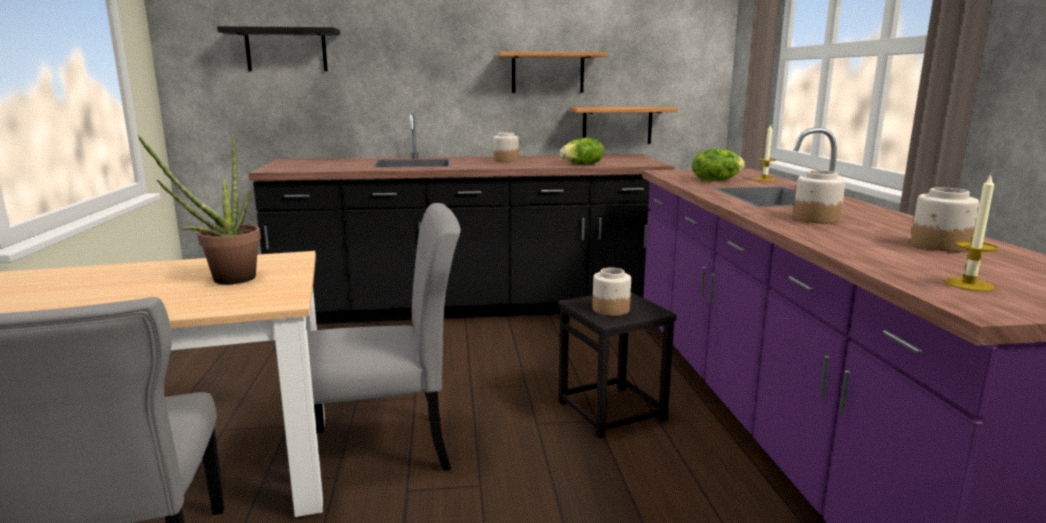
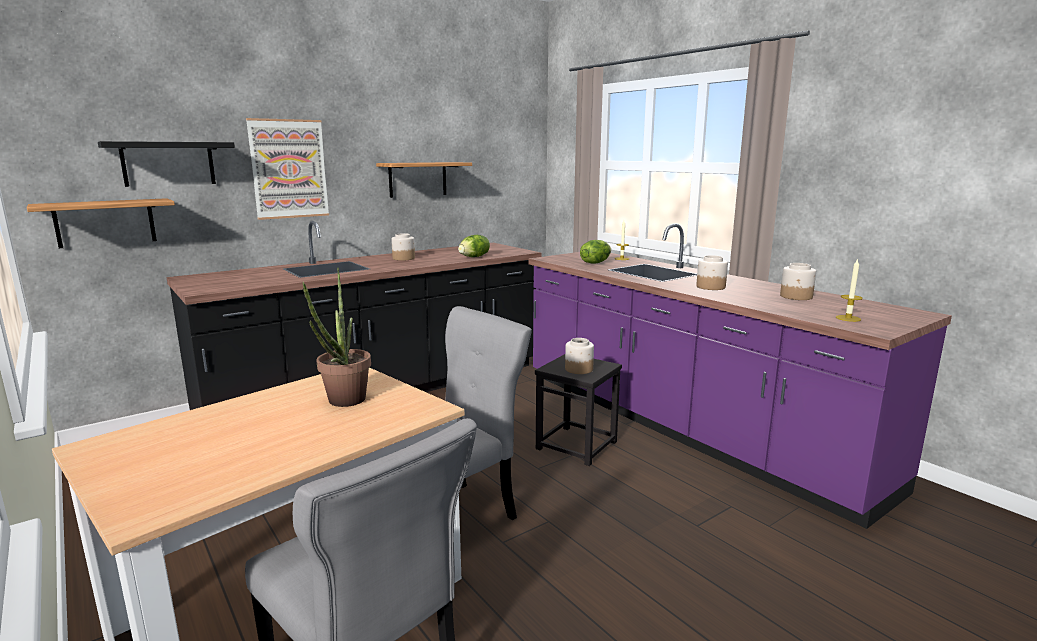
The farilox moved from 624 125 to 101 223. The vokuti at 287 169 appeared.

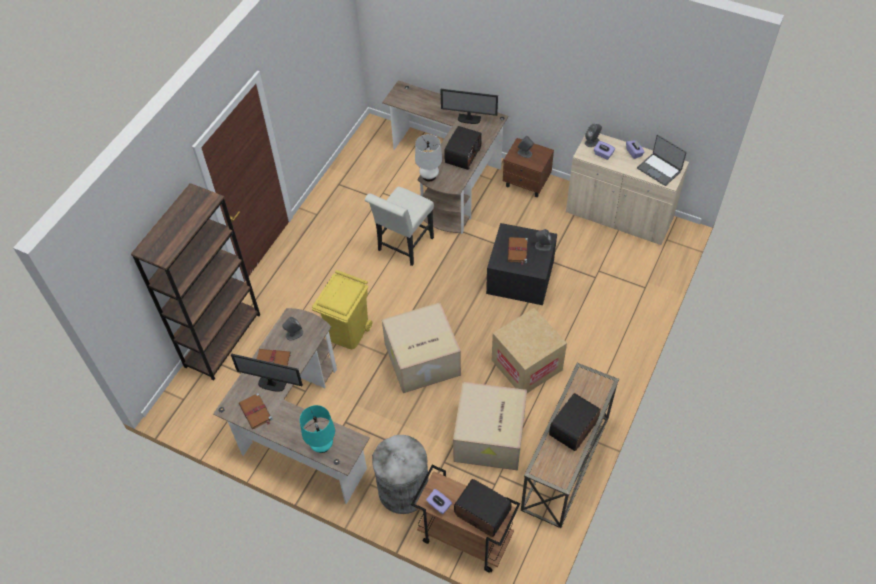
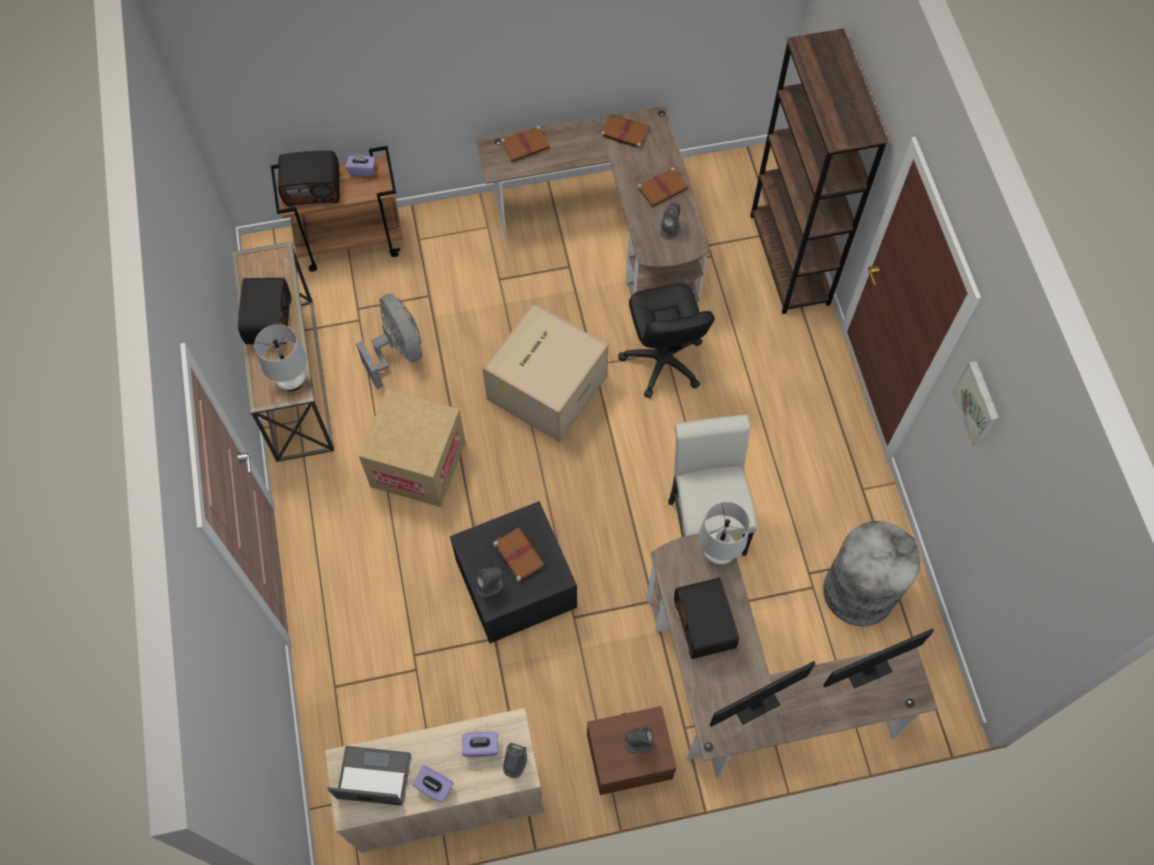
The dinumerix moved from 267 372 to 878 658. The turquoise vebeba at 317 429 was replaced by the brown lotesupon at 525 144. The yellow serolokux at 342 309 was replaced by the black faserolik at 666 340. The grey serolokux moved from 400 474 to 871 573. The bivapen at 490 426 was replaced by the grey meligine at 389 341. The white vebeba at 280 357 appeared. The vokuti at 975 404 appeared.

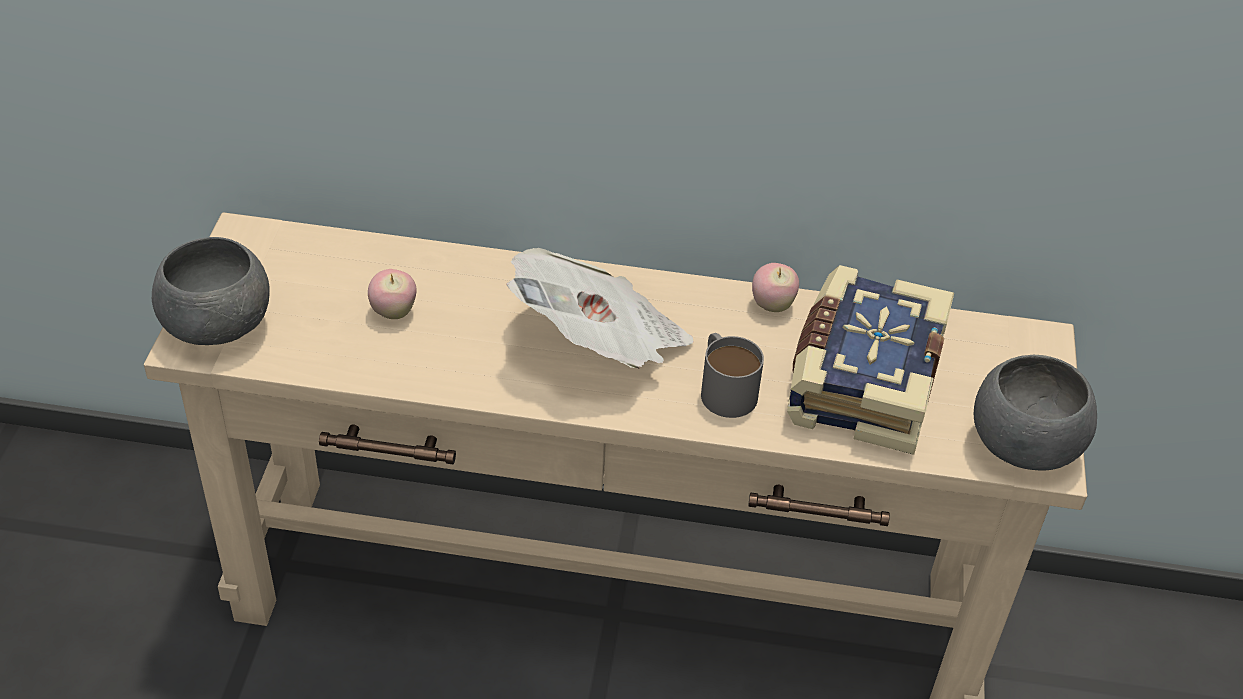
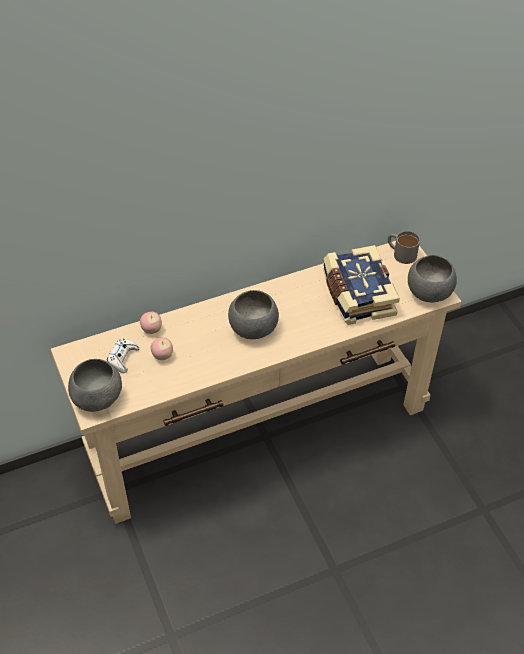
The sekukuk at 600 308 was replaced by the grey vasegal at 253 314. The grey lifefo moved from 732 375 to 404 247. The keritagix moved from 775 287 to 151 323. The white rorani at 123 356 appeared.

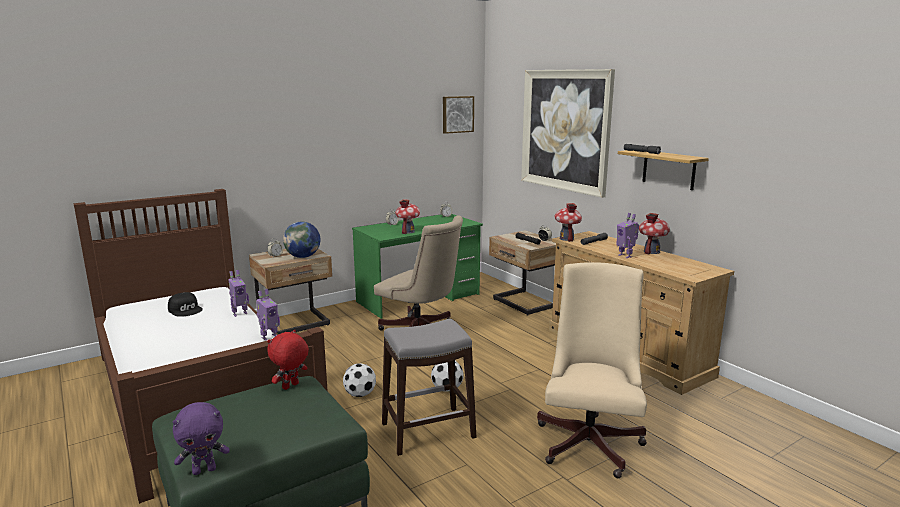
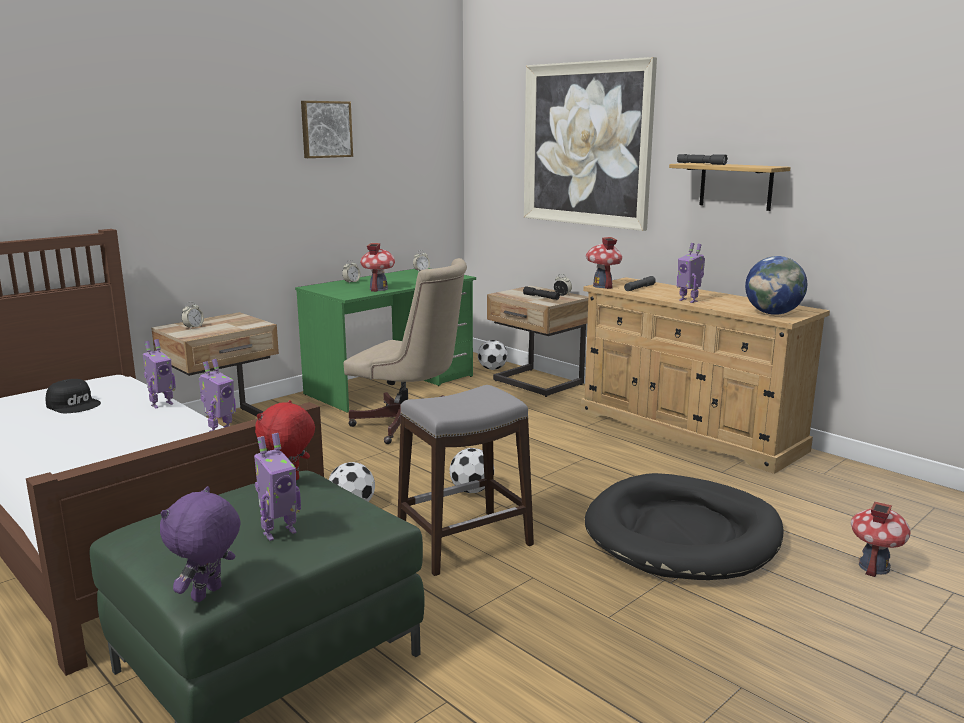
The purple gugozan at 201 438 turned 150 degrees clockwise. The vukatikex moved from 301 240 to 776 285. The vokuti moved from 458 115 to 327 129. The beige faserolik at 592 370 was replaced by the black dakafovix at 684 526. The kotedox moved from 654 233 to 880 539. The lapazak at 277 487 appeared. The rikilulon at 493 355 appeared.

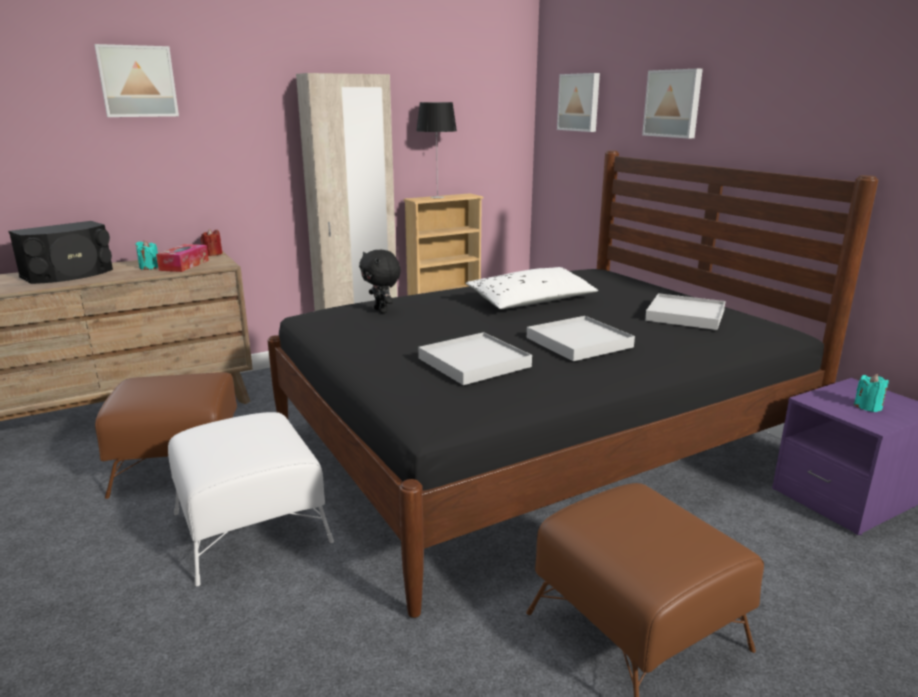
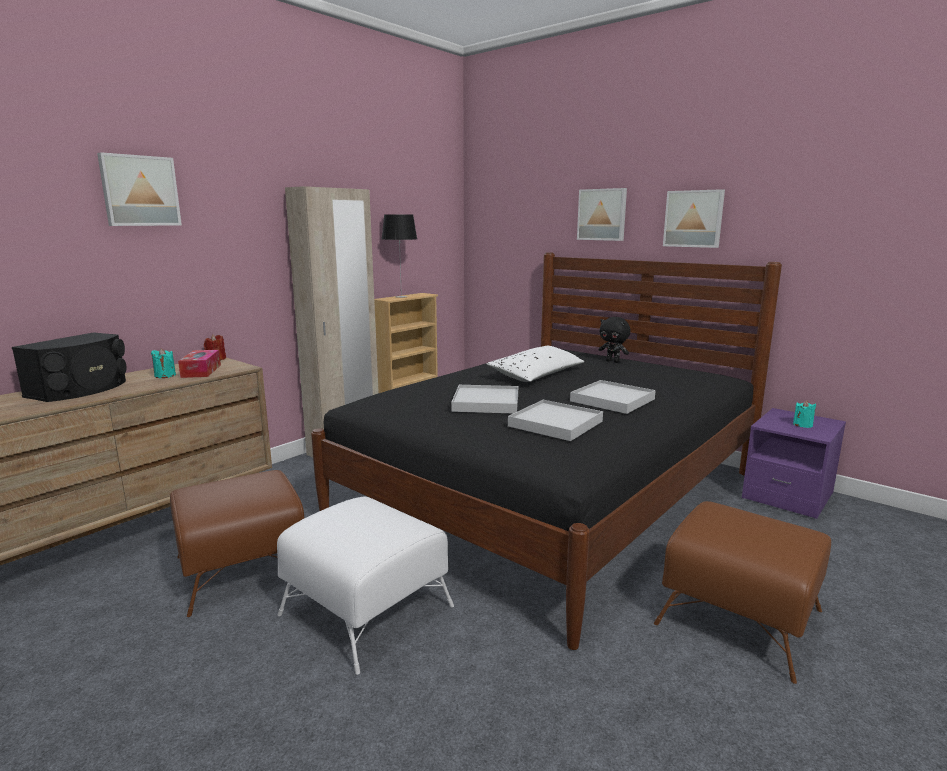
The black gugozan moved from 380 281 to 614 340. The vokuti moved from 578 102 to 694 218. The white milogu moved from 685 311 to 484 399.

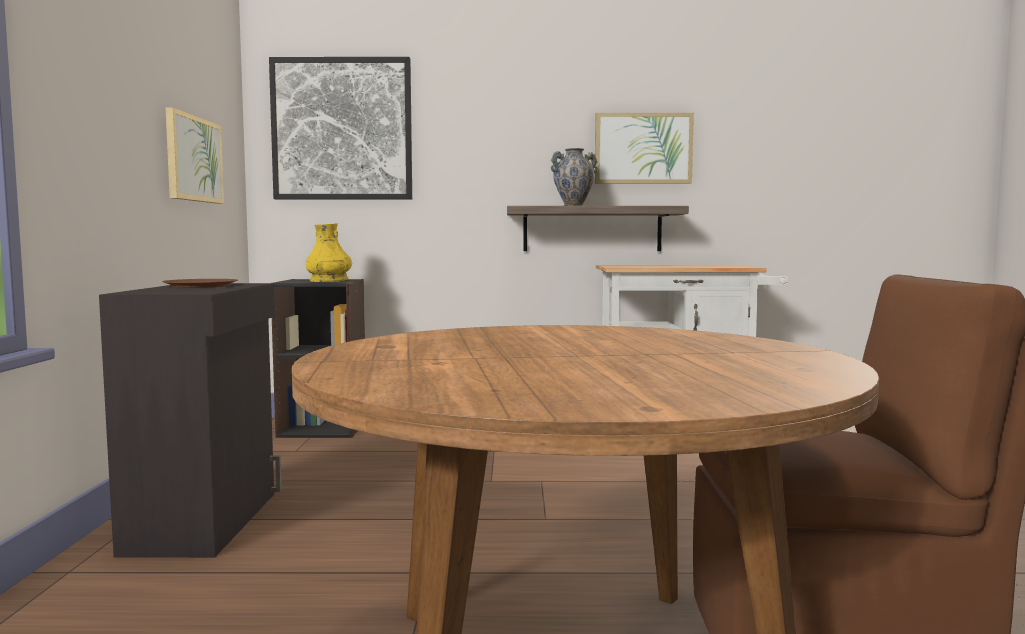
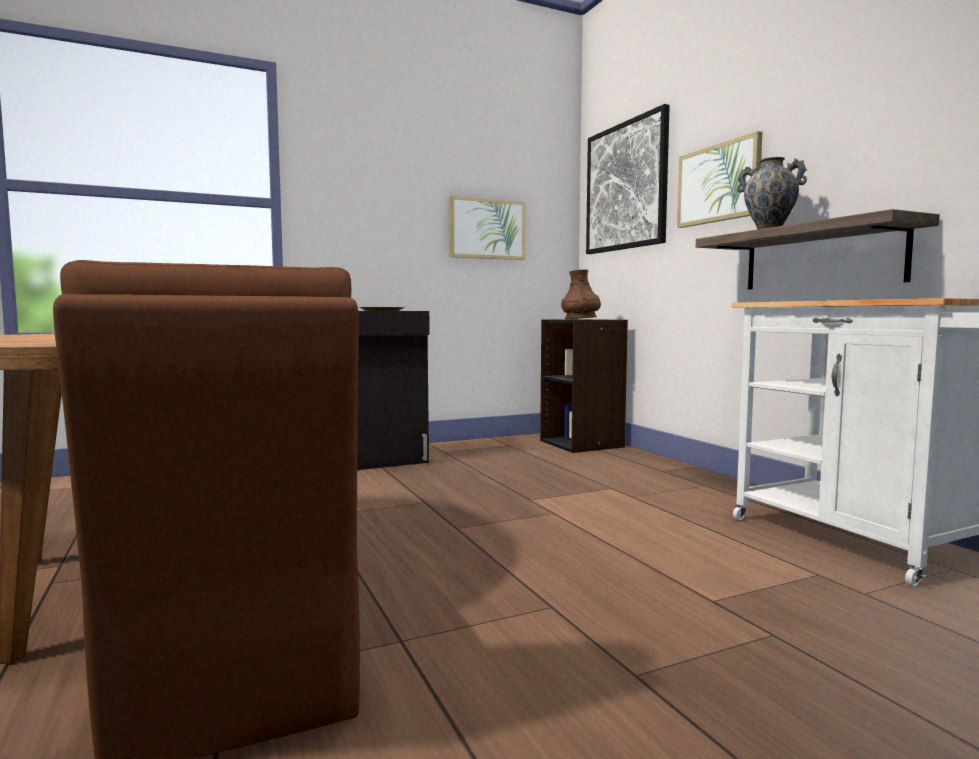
The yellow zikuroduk at 329 252 became the brown zikuroduk at 581 294. The vokuti moved from 644 148 to 719 179.

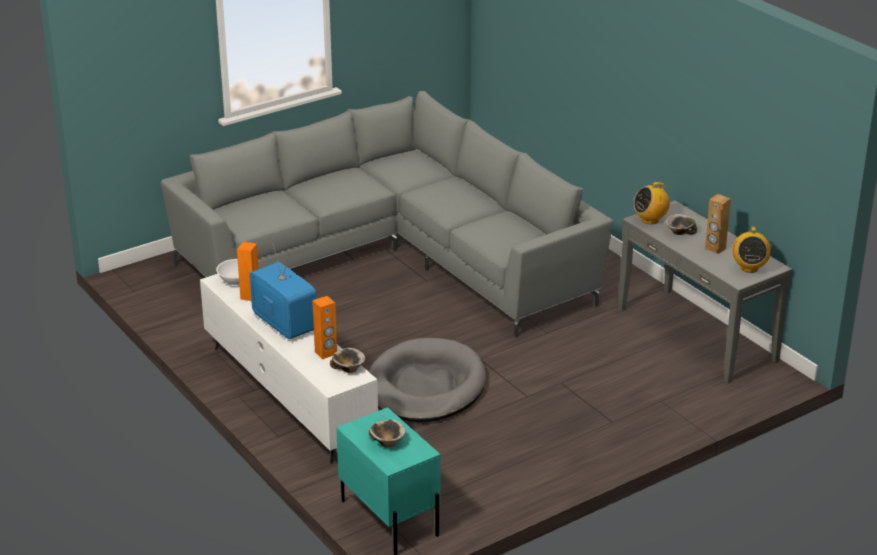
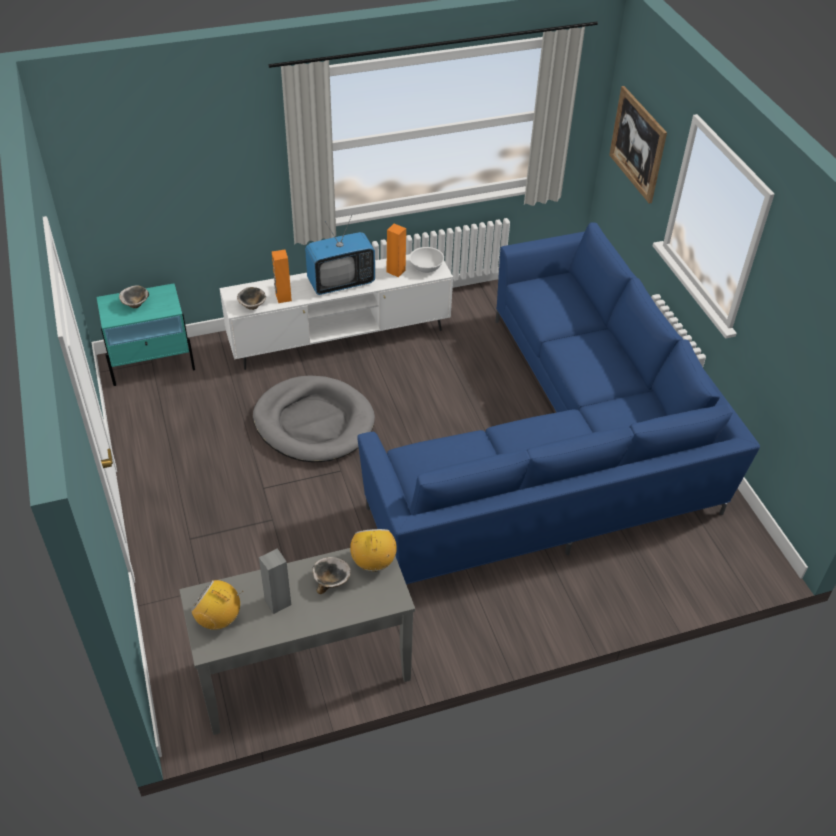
The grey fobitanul at 387 214 became the blue fobitanul at 558 403. The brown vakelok at 718 224 became the grey vakelok at 275 581. The vokuti at 638 145 appeared.

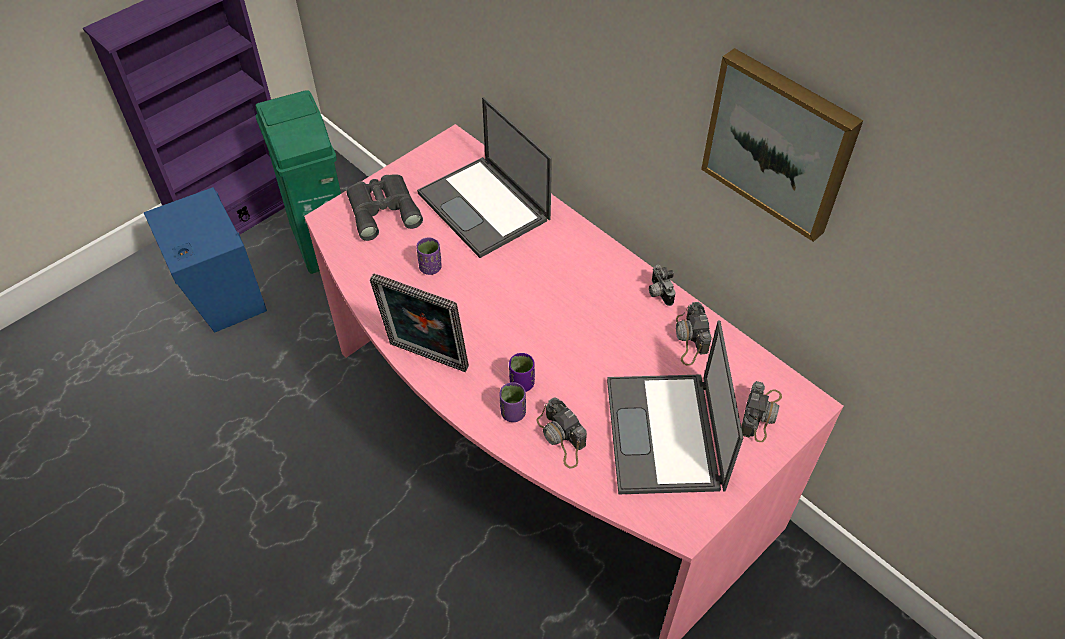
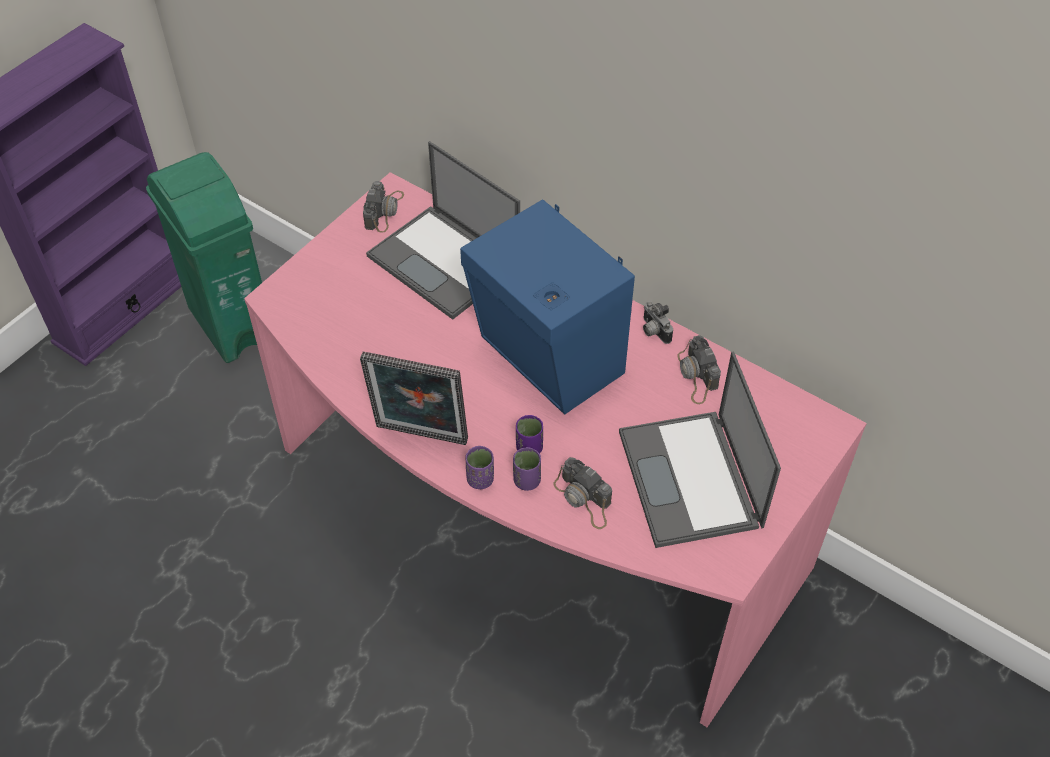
The blue vakelok moved from 205 260 to 547 307. The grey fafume at 384 207 disappeared. The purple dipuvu moved from 429 256 to 480 467. The vokuti at 782 145 disappeared. The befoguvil moved from 761 411 to 383 207.

